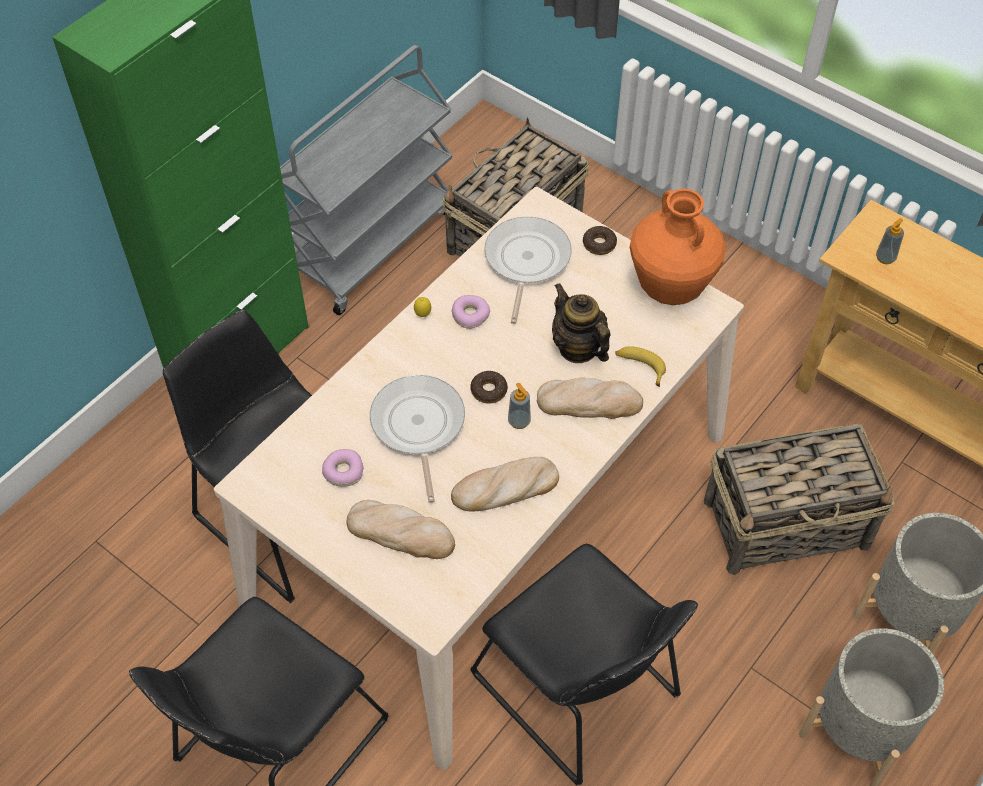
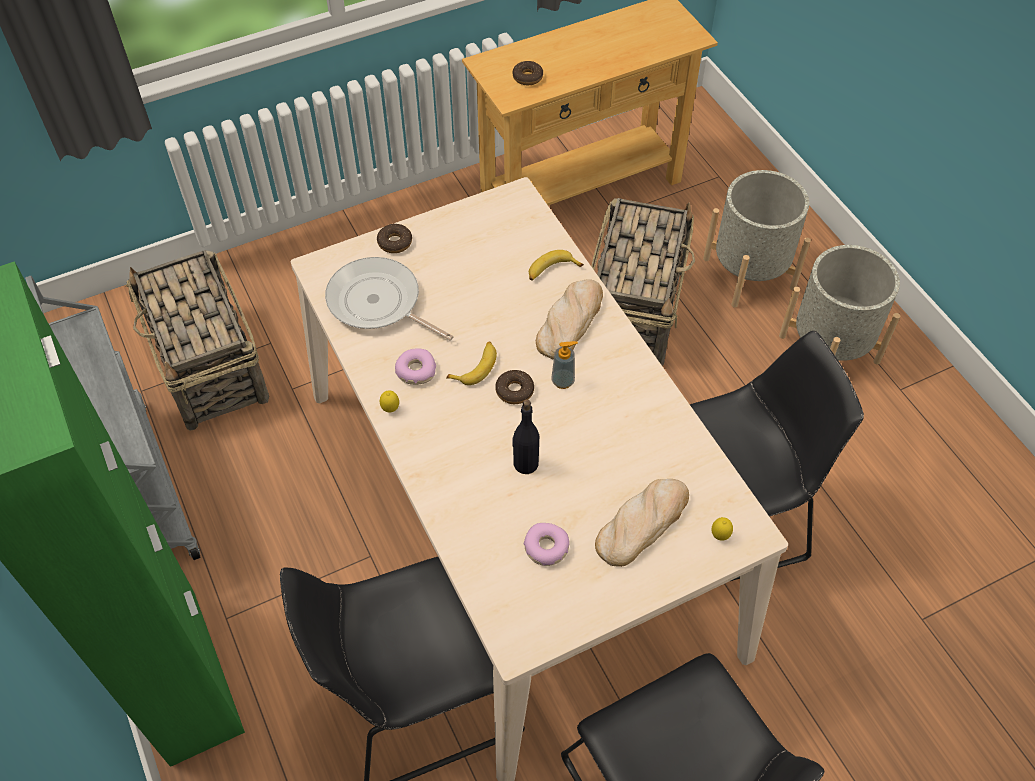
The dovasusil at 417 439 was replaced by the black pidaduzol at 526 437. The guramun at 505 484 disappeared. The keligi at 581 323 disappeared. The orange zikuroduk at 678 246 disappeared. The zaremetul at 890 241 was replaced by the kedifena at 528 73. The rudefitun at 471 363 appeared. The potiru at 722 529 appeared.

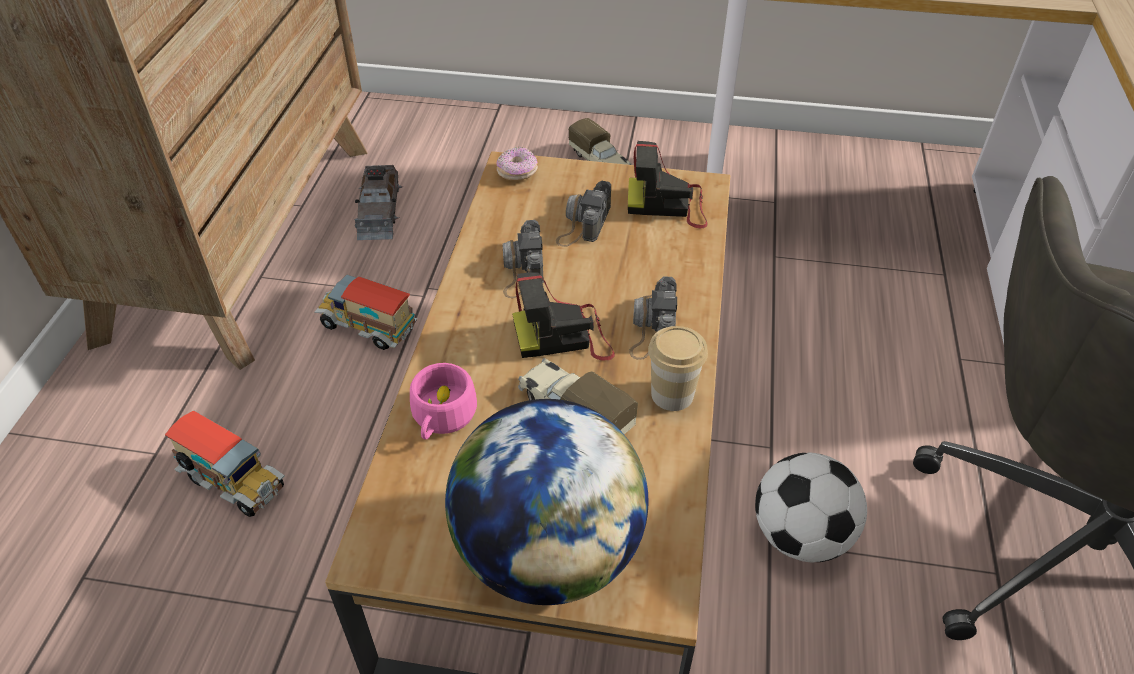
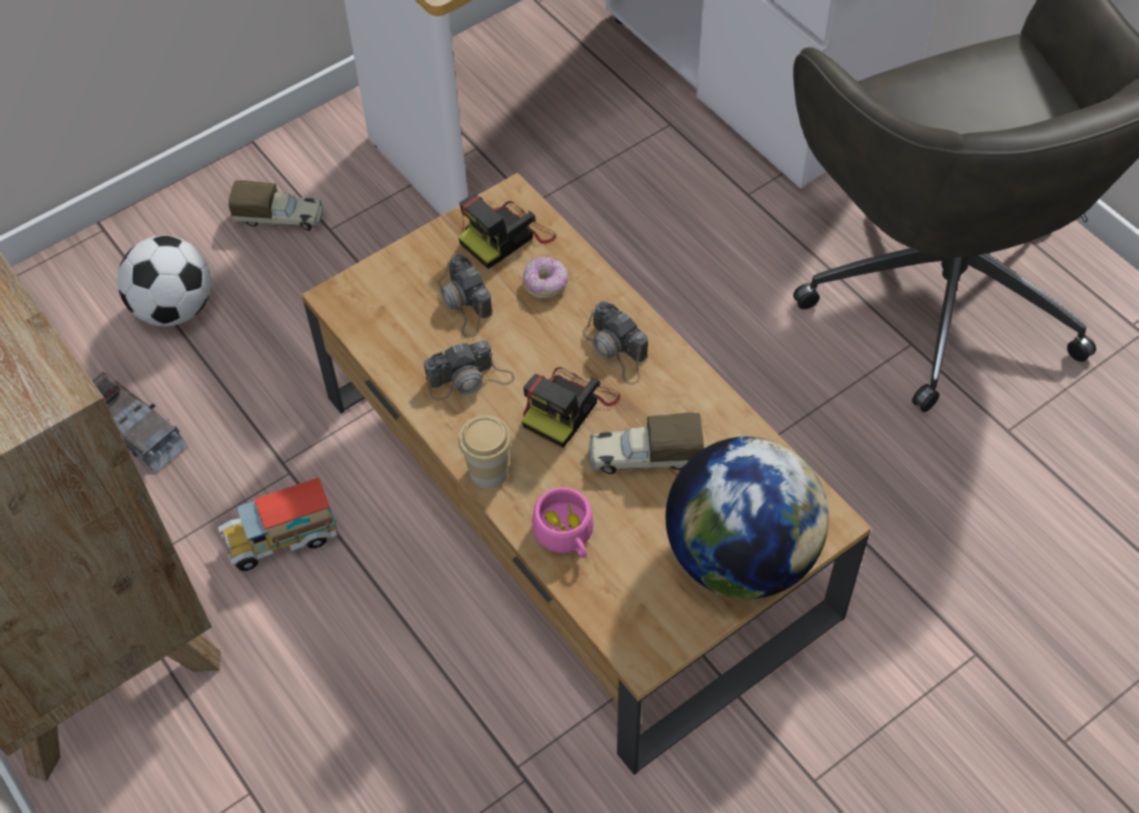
The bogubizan at 225 464 disappeared. The kedifena moved from 517 163 to 545 277. The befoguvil at 523 259 turned 60 degrees counterclockwise. The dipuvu moved from 678 368 to 485 451. The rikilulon moved from 811 508 to 164 281.

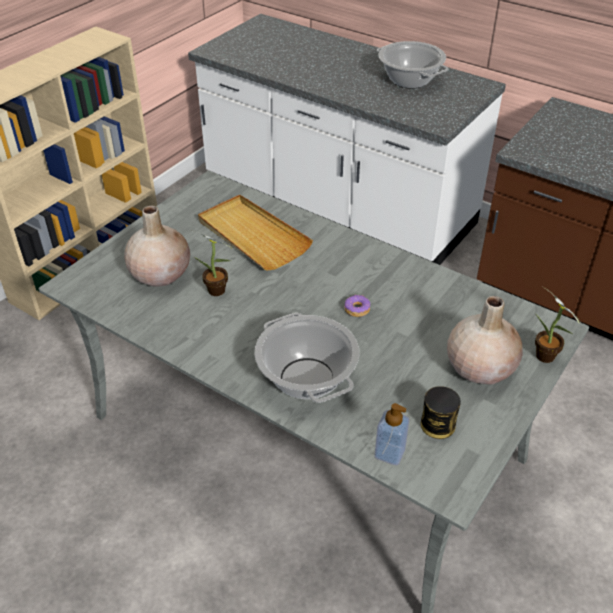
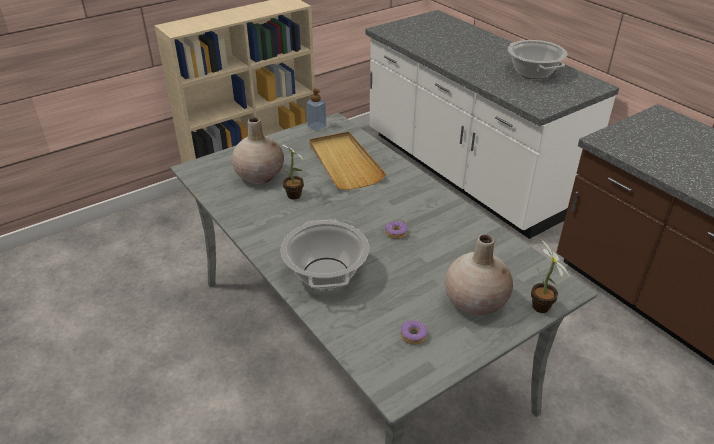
The zaremetul moved from 392 434 to 316 109. The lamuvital at 440 412 was replaced by the kedifena at 414 332.

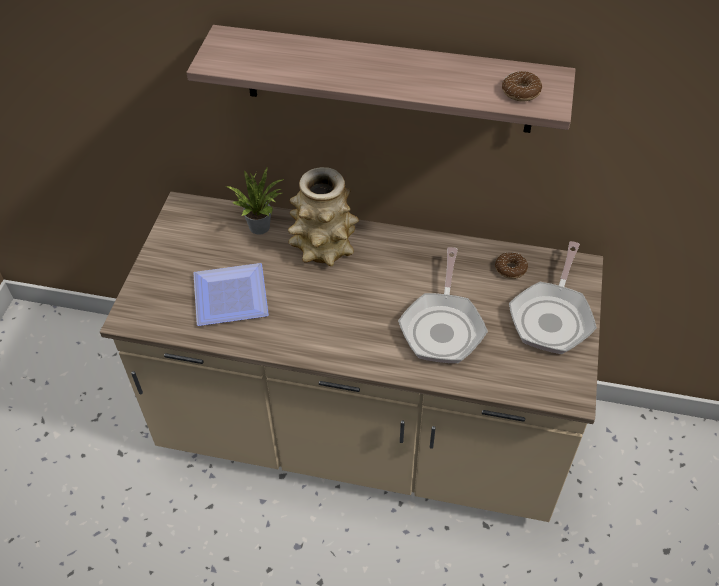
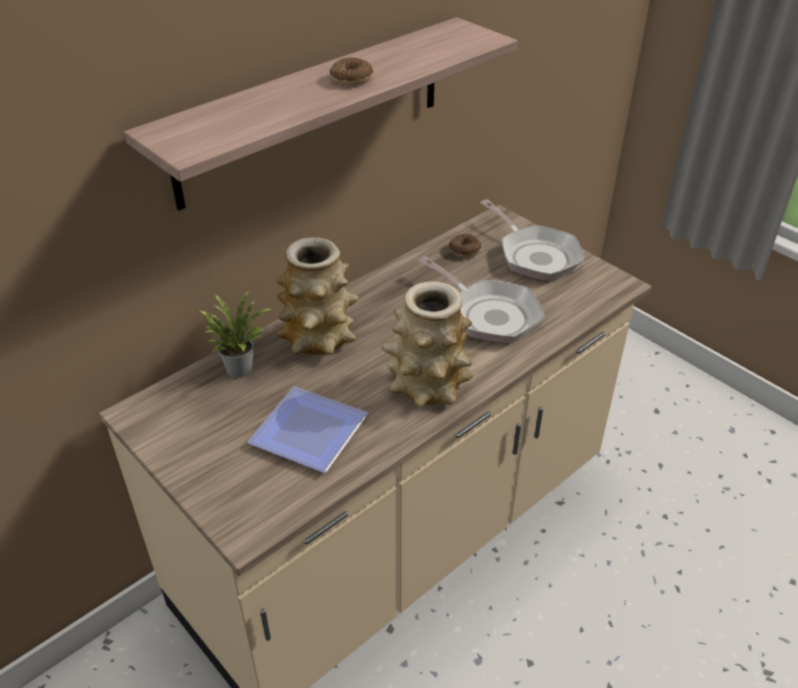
The kedifena moved from 522 86 to 351 71. The zikuroduk at 428 345 appeared.

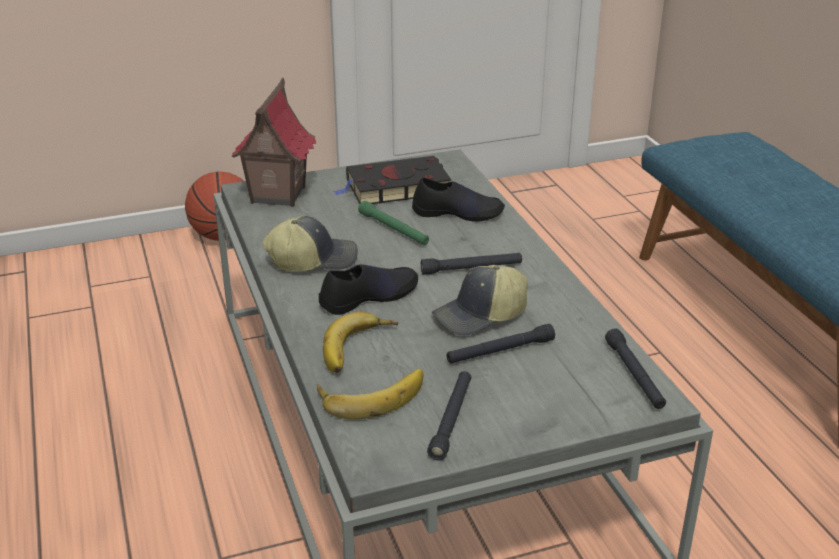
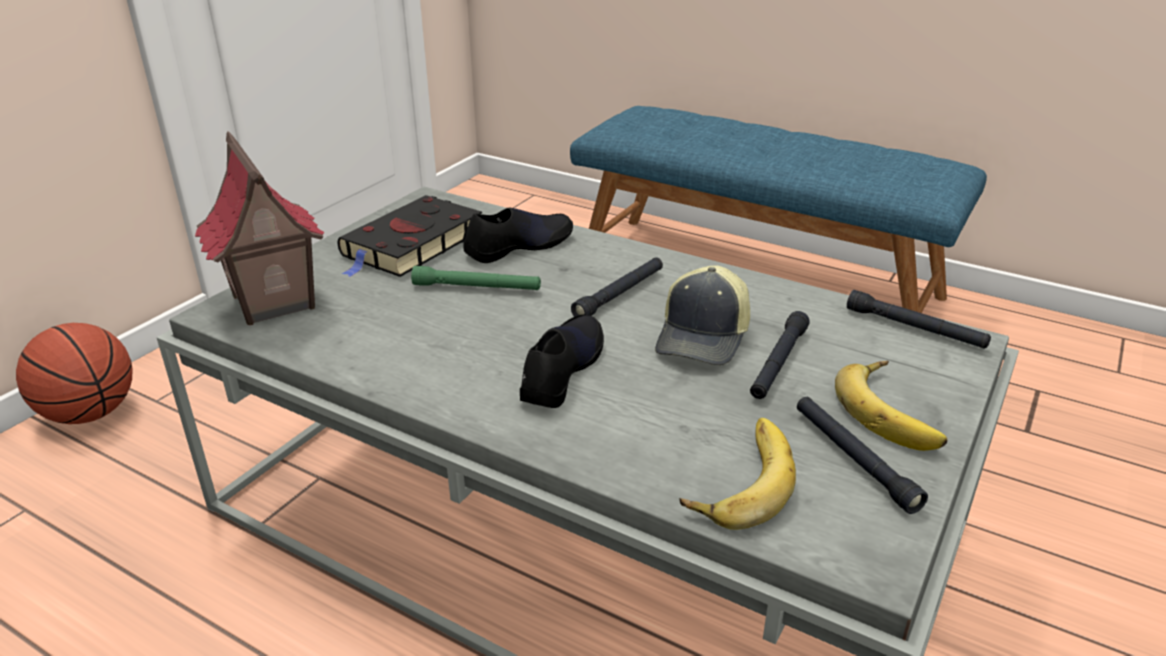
The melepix at 310 243 disappeared. The rudefitun moved from 360 342 to 891 406.

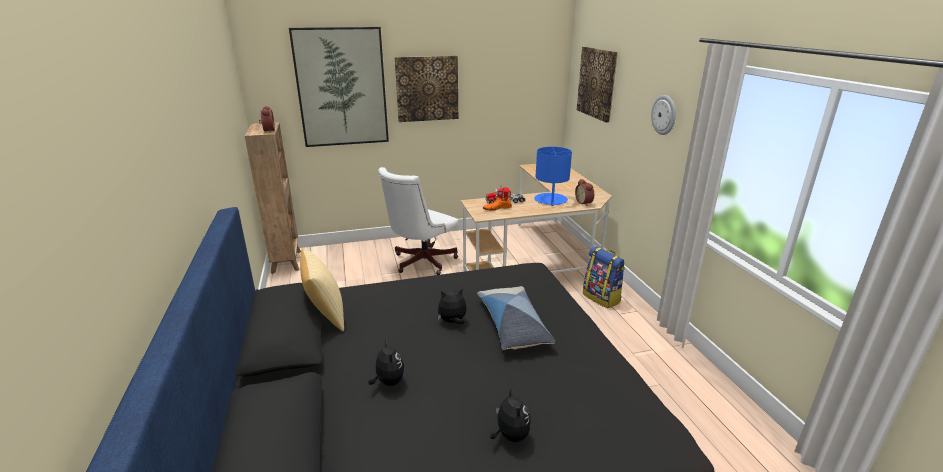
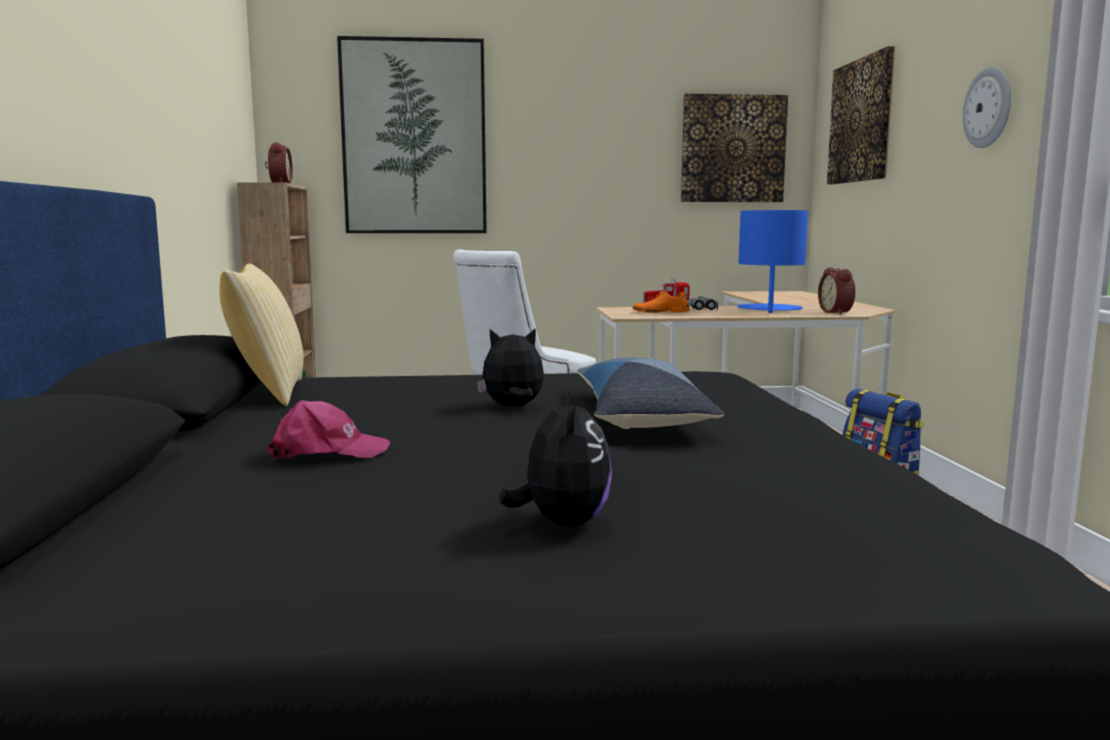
The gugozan at 386 362 was replaced by the pink melepix at 328 430. The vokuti moved from 426 89 to 734 148.

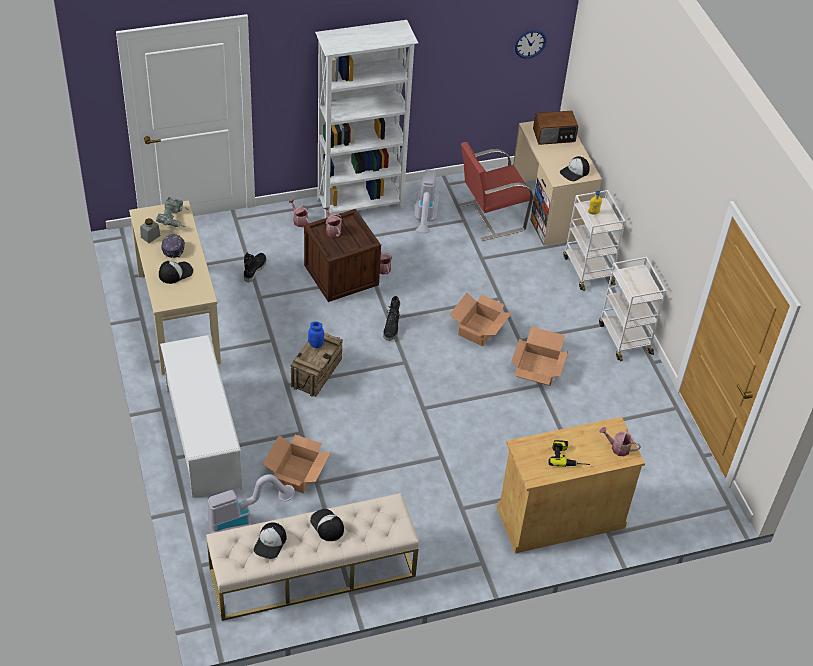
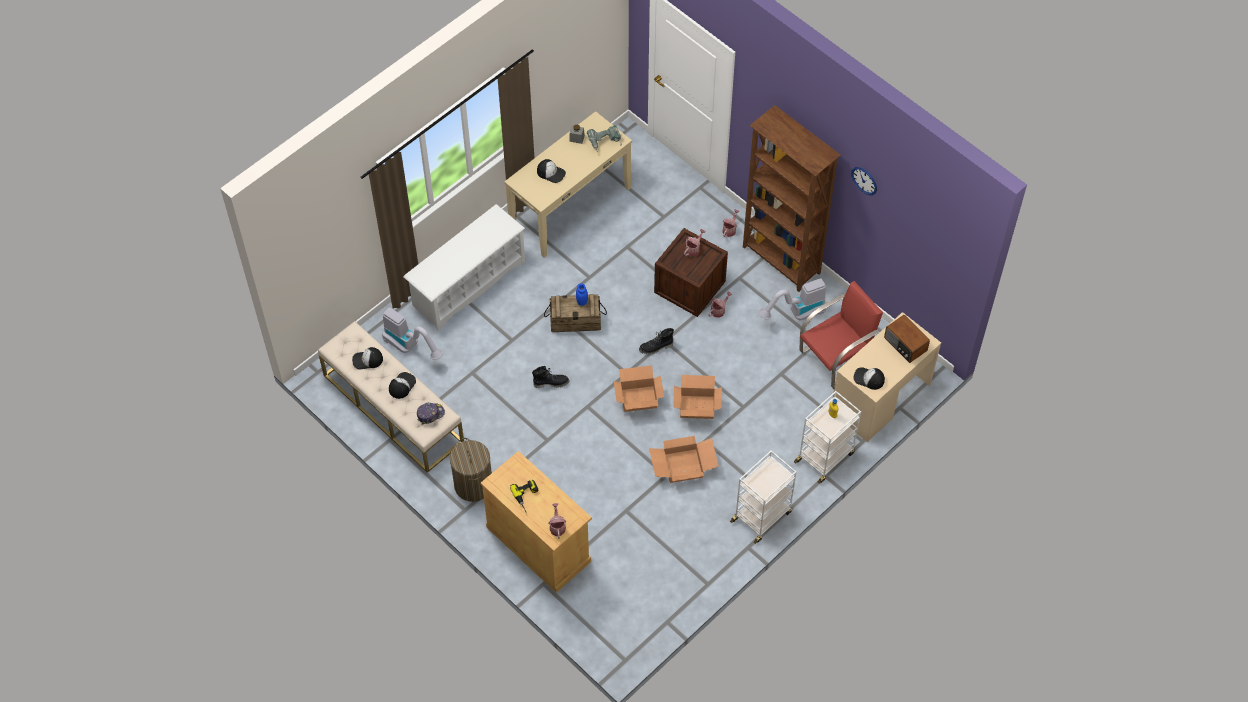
The melepix moved from 173 246 to 431 413. The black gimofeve moved from 255 267 to 550 377. The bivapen moved from 297 464 to 639 389. The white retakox at 366 119 became the brown retakox at 791 198. The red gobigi at 496 191 turned 105 degrees clockwise. The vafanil moved from 530 44 to 864 181. The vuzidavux at 471 470 appeared.

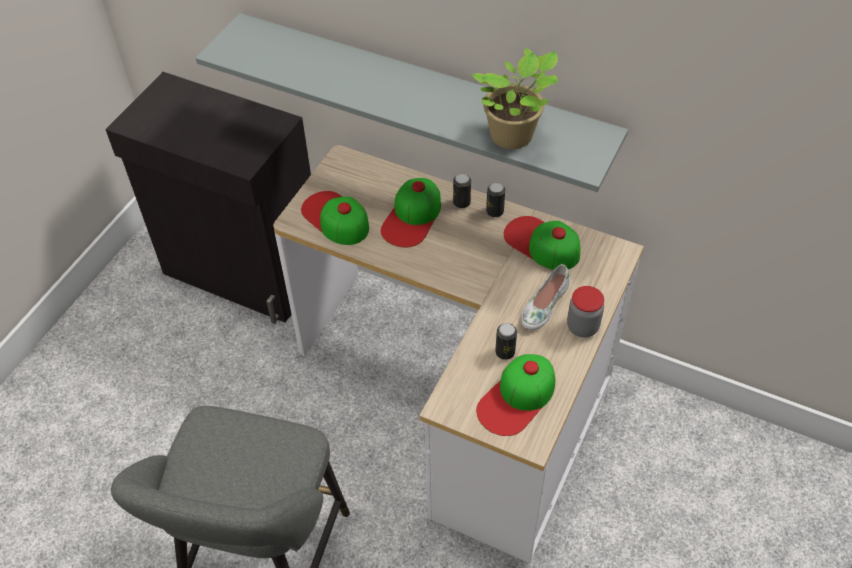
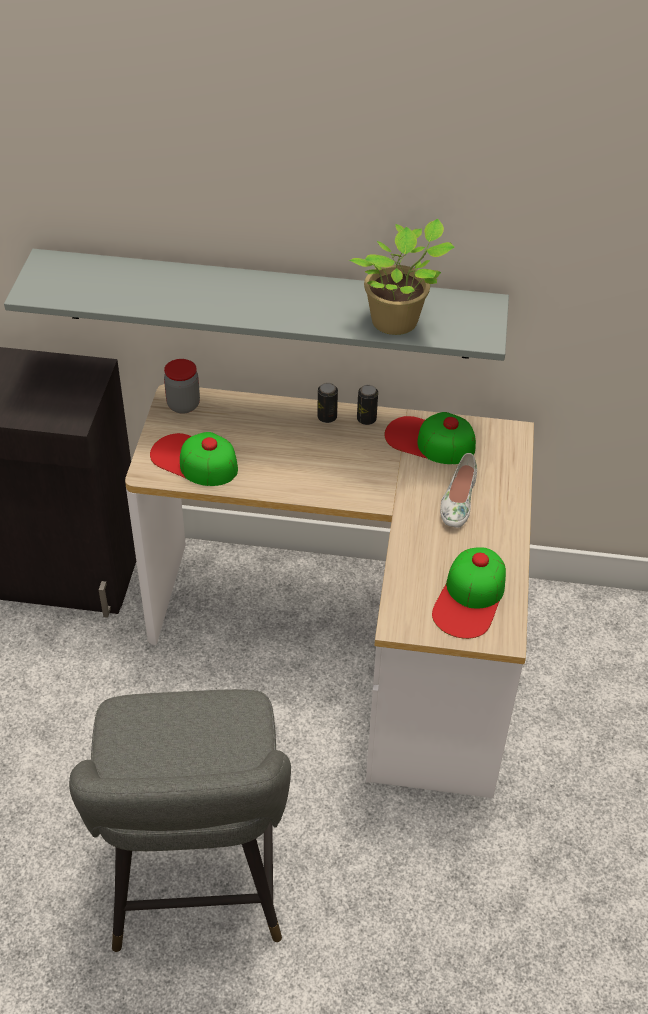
The melepix at 411 213 disappeared. The lamuvital at 506 341 disappeared. The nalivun moved from 585 311 to 182 386.

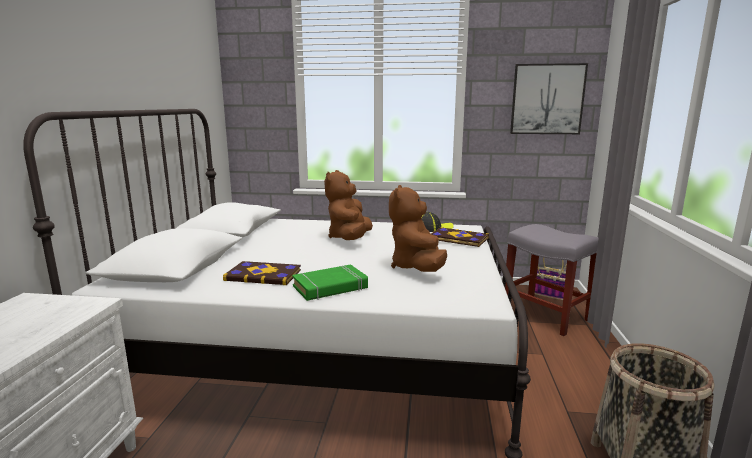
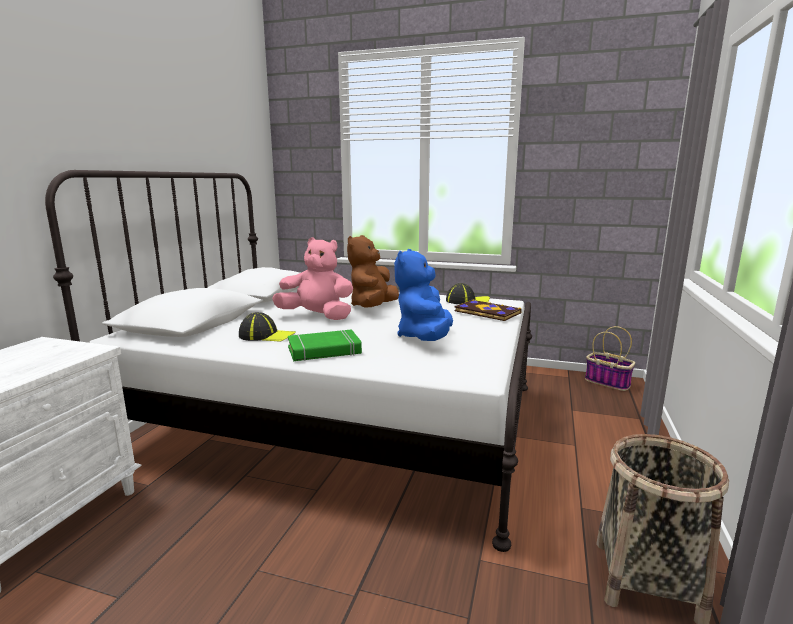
The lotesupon at 262 273 was replaced by the melepix at 267 327. The brown gugozan at 418 228 became the blue gugozan at 423 295. The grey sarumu at 552 280 disappeared. The vokuti at 549 98 disappeared. The pink gugozan at 312 278 appeared.

